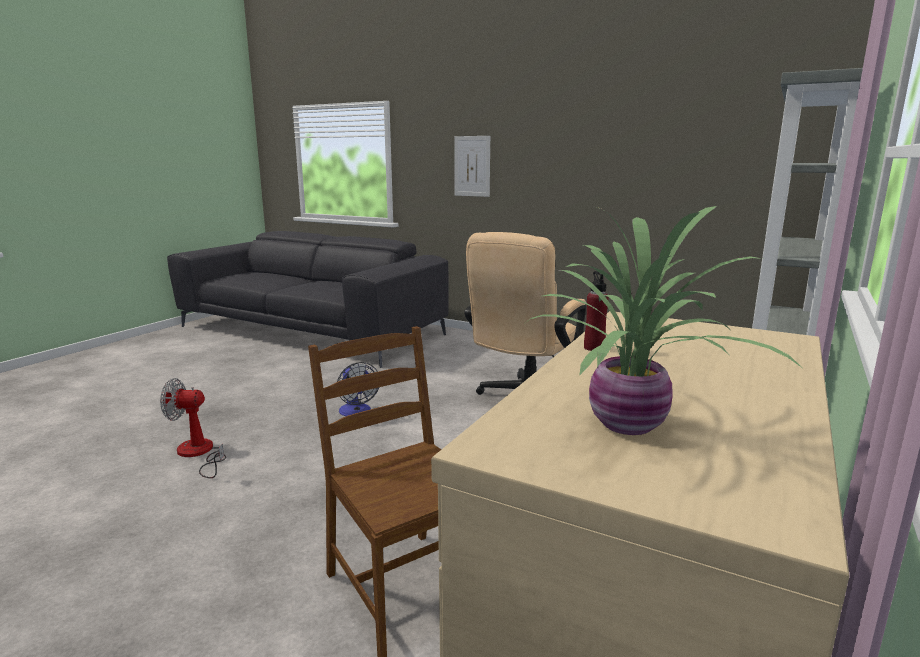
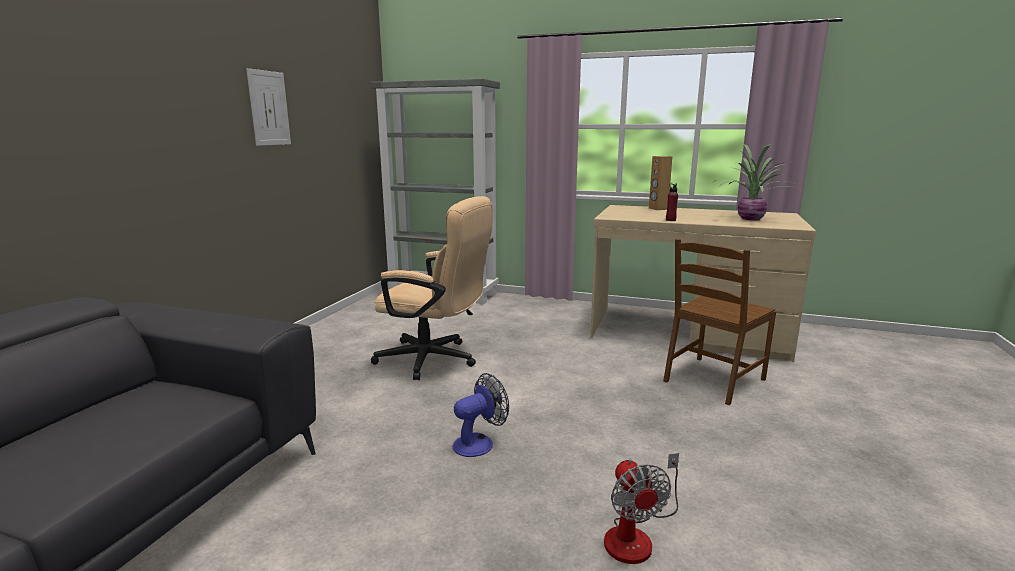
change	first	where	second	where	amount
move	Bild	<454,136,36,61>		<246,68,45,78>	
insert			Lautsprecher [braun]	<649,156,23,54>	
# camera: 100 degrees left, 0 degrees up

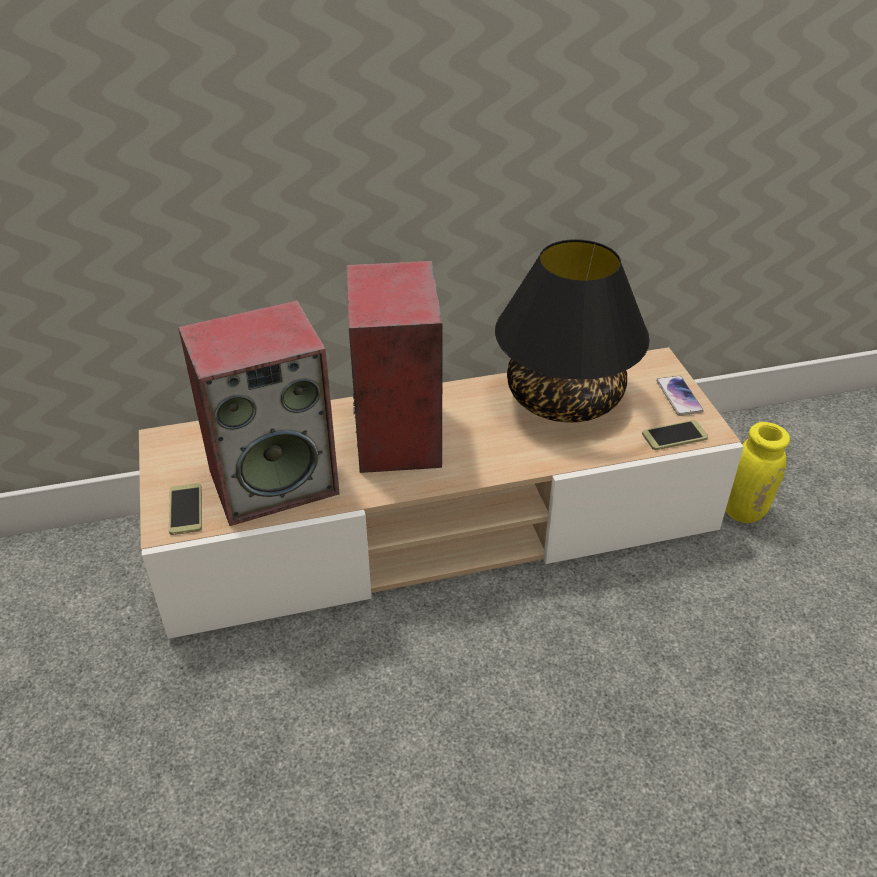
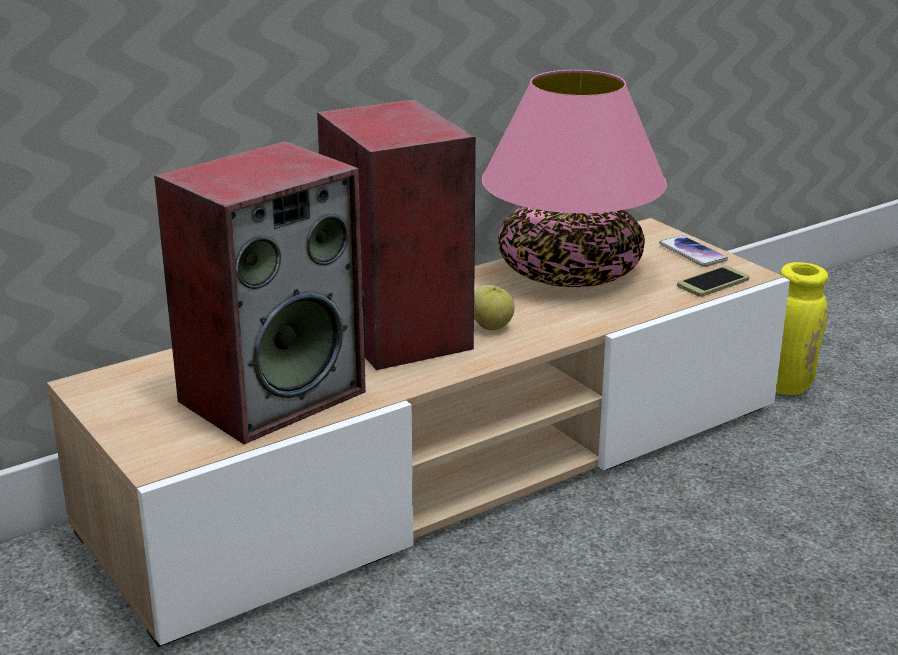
change	first	where	second	where	amount
delete	Handy	<169,483,33,52>			
recolor	Tischlampe [schwarz]	<495,239,155,184>	Tischlampe [rosa]	<481,70,186,217>	
insert			Apfel	<474,285,41,45>	
# camera: 20 degrees left, 15 degrees down

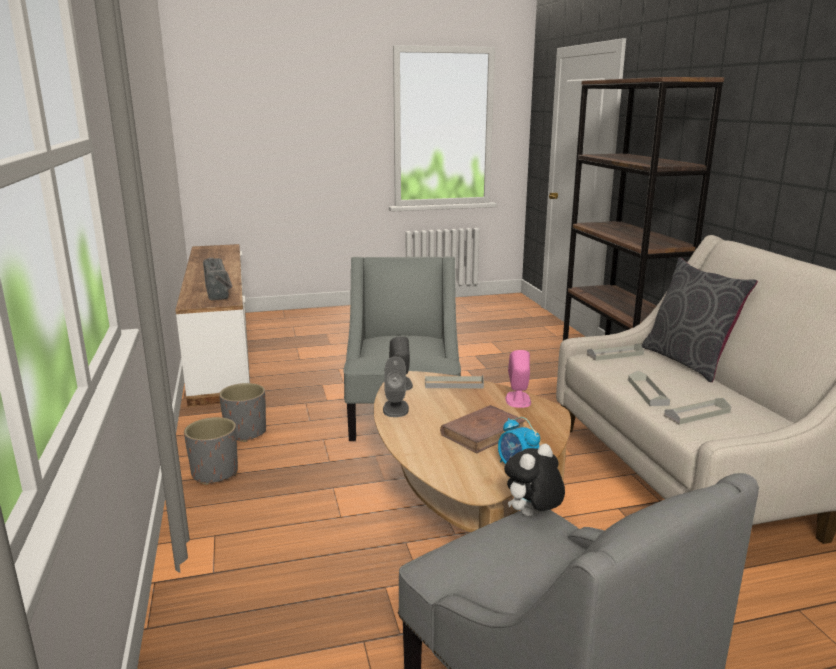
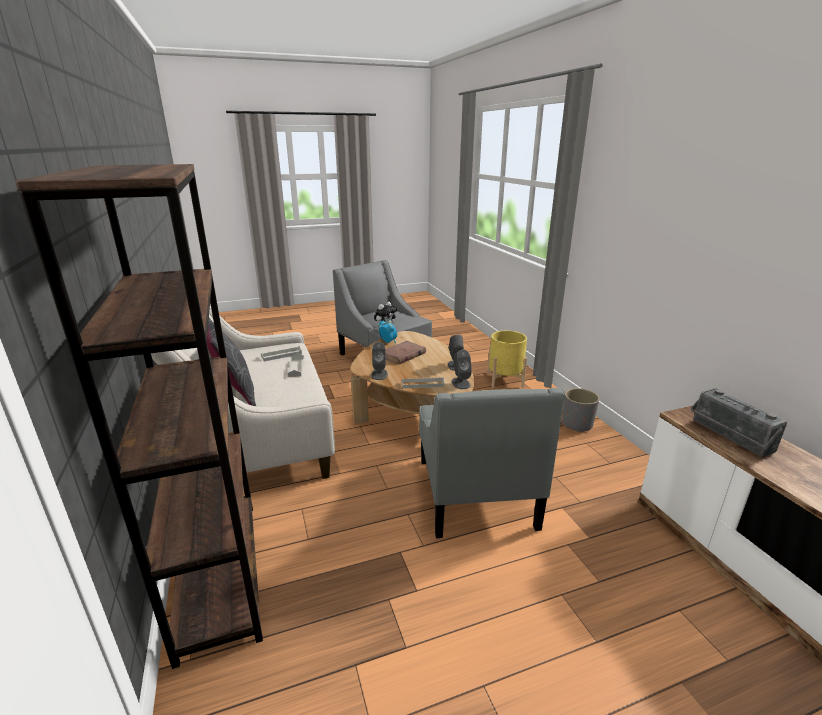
change	first	where	second	where	amount
delete	Pflanzkübel [grau]	<219,383,47,59>			
recolor	Lautsprecher [rosa]	<506,350,25,58>	Lautsprecher [grau]	<372,342,16,38>	
delete	Tablett [grau]	<587,343,57,18>			
insert			Pflanzkübel [gelb]	<487,331,40,57>	
# camera: 175 degrees right, 5 degrees up

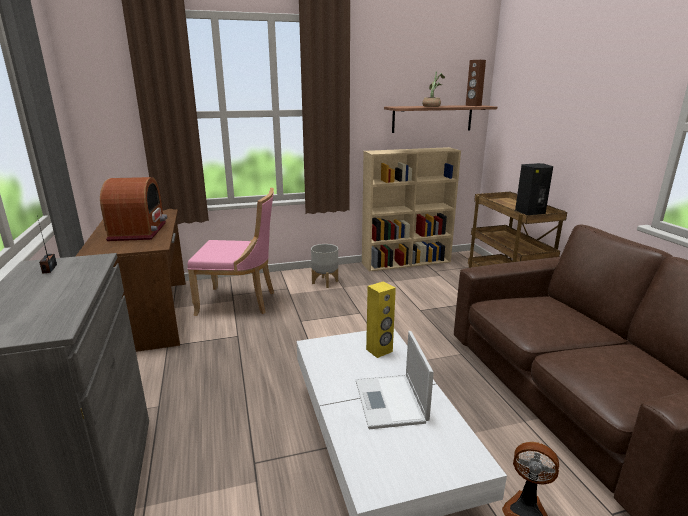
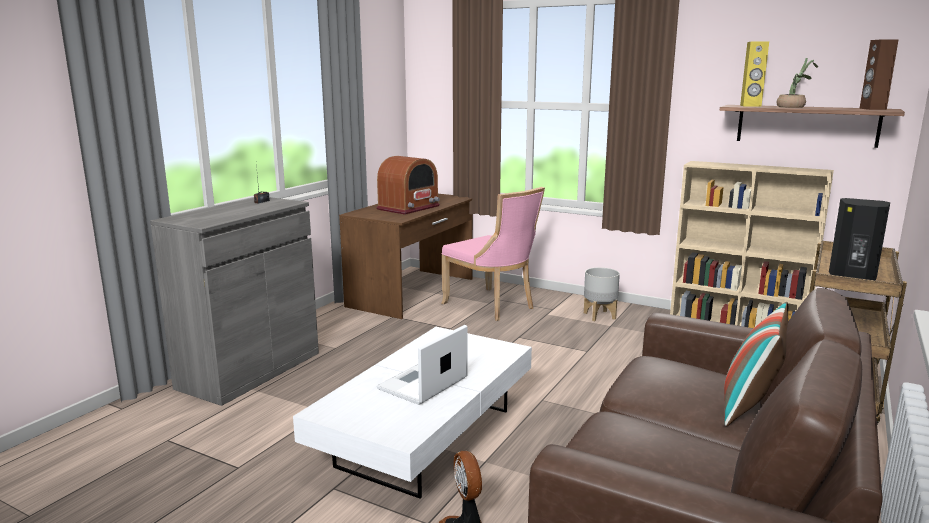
change	first	where	second	where	amount
move	Lautsprecher [gelb]	<366,282,30,76>		<740,41,29,66>	
insert			Kissen	<724,302,65,124>	
# camera: 45 degrees right, 5 degrees down

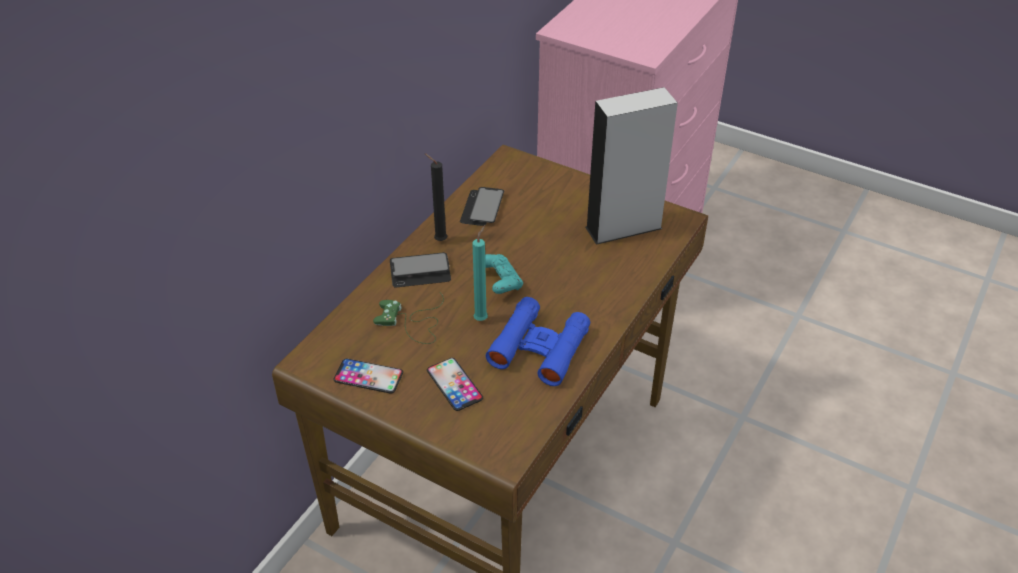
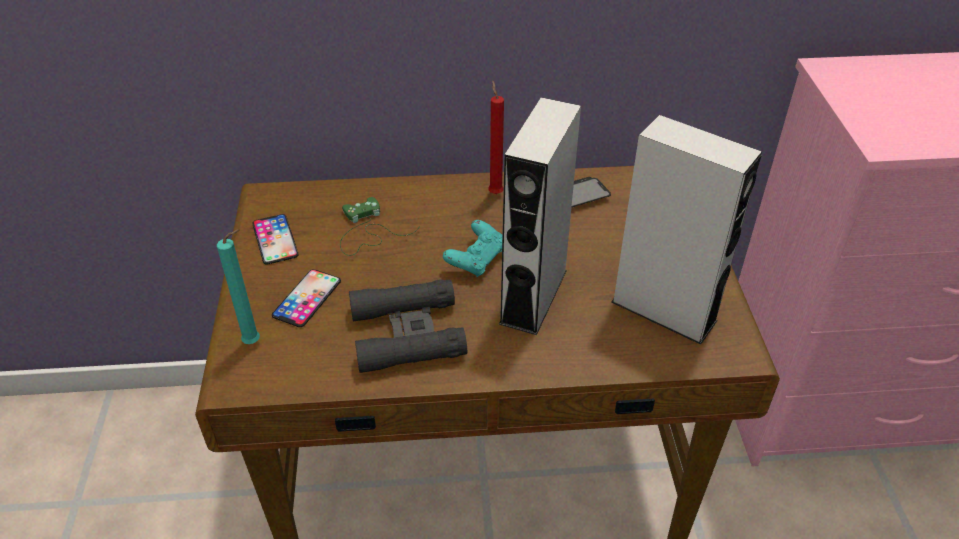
change	first	where	second	where	amount
delete	Handy	<390,252,61,36>			
recolor	Kerze [schwarz]	<425,153,22,88>	Kerze [rot]	<488,81,16,113>	
move	Kerze [türkis]	<472,226,16,95>		<217,229,43,115>	
recolor	Fernglas [blau]	<486,297,104,89>	Fernglas [schwarz]	<349,279,118,94>	
insert			Lautsprecher [grau]	<499,97,82,238>	
# camera: 55 degrees right, 0 degrees up

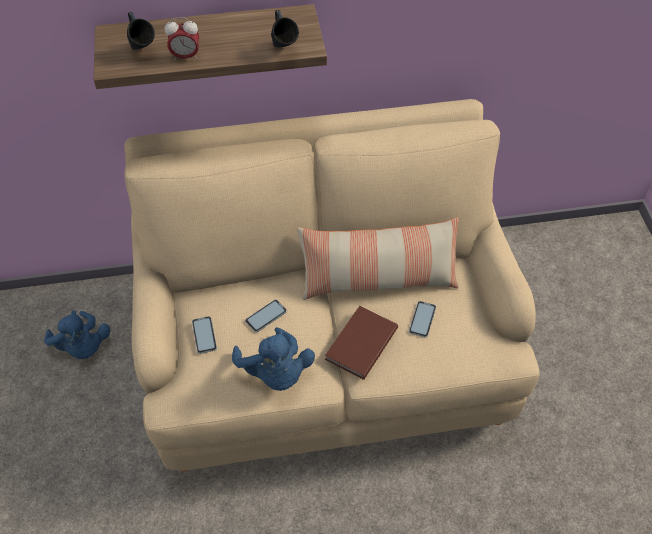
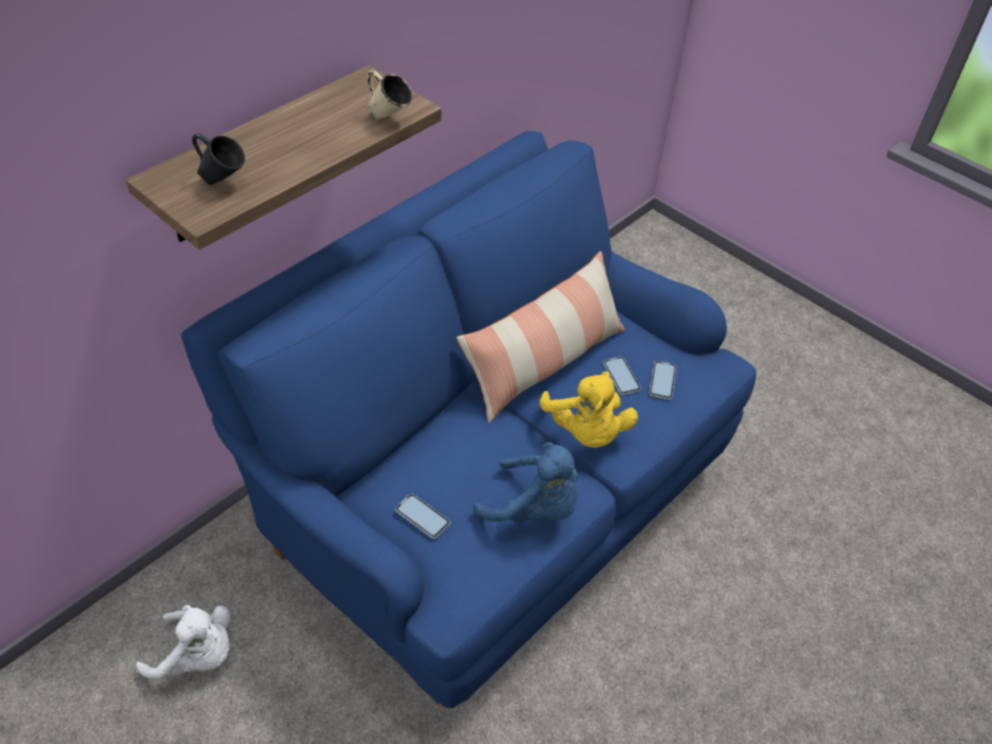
change	first	where	second	where	amount
recolor	Plüschtier [blau]	<44,310,66,49>	Plüschtier [weiß]	<136,605,94,74>	
recolor	Sofa [beige]	<124,99,416,373>	Sofa [blau]	<181,131,575,577>	
delete	Wecker	<164,17,35,44>			
move	Handy	<245,300,42,32>		<649,361,28,39>	
recolor	Henkelbecher [blau]	<271,10,28,37>	Henkelbecher [beige]	<367,70,45,50>	
replace	Buch [braun]	<325,306,73,74>	Plüschtier [gelb]	<539,371,99,77>	
# camera: 40 degrees left, 5 degrees down

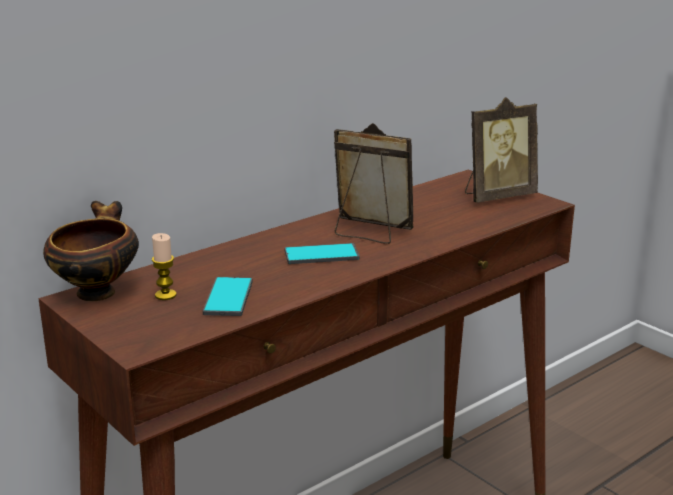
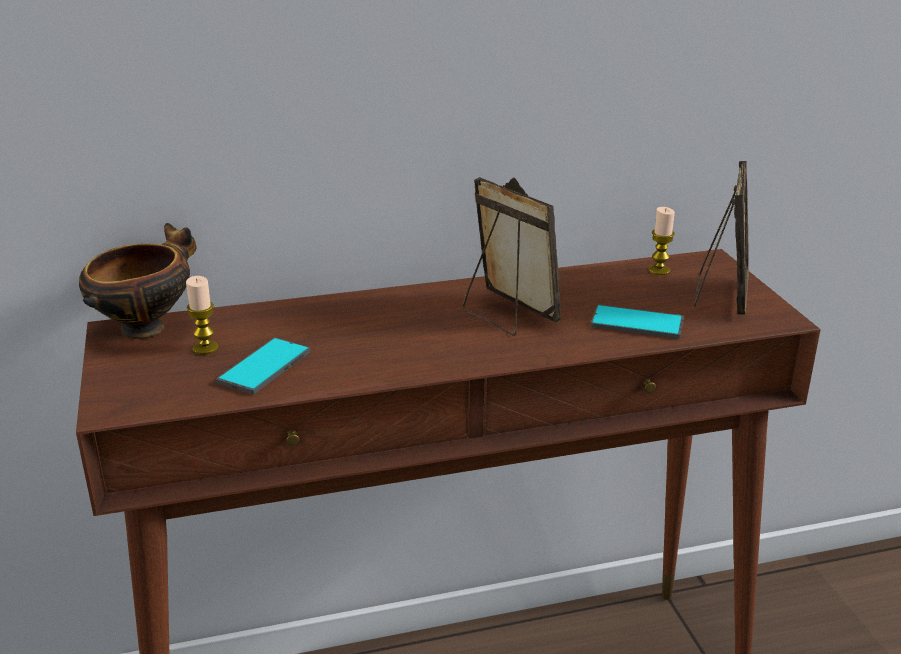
change	first	where	second	where	amount
move	Handy	<285,243,75,21>		<591,305,93,34>	
rotate	Bilderrahmen	<465,97,73,106>		<694,161,55,154>	75 degrees counterclockwise
insert			Kerze	<648,207,27,68>	
# camera: 25 degrees right, 5 degrees up

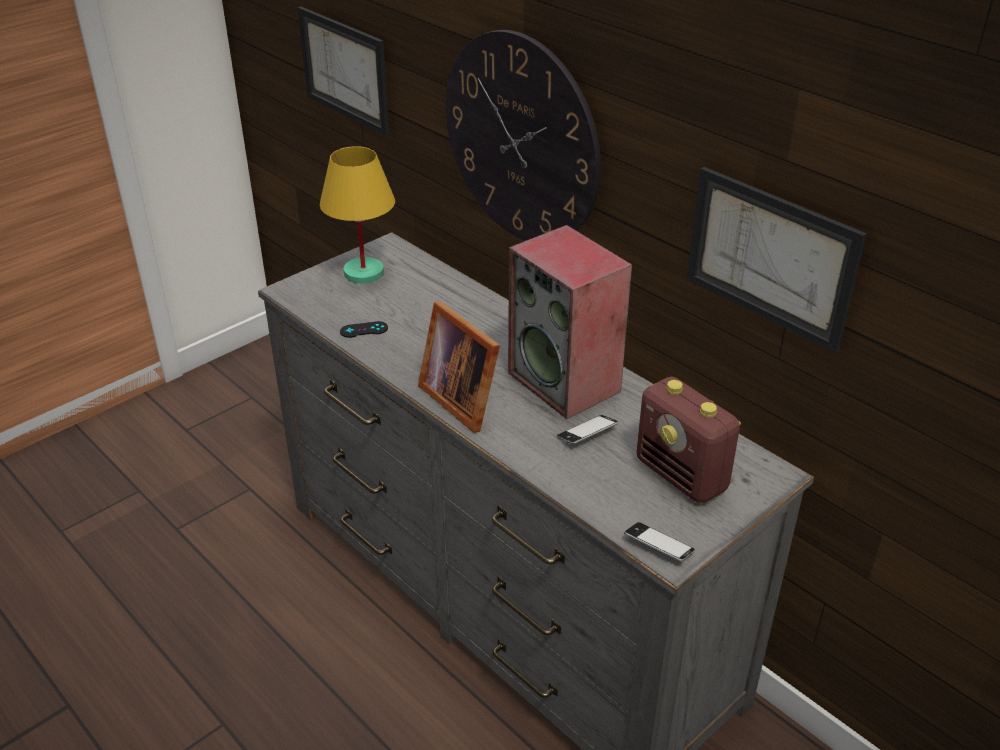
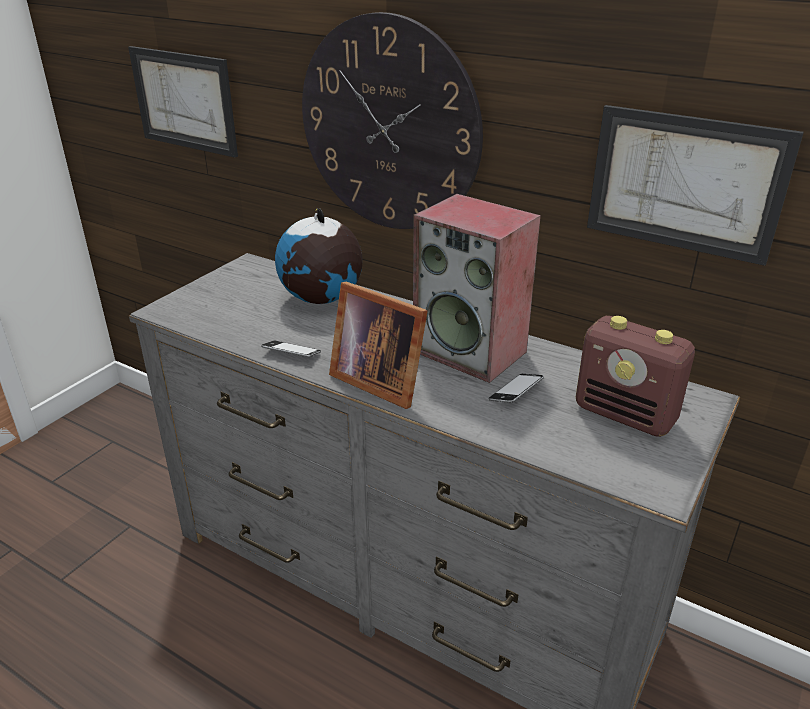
change	first	where	second	where	amount
delete	Tischlampe [gelb]	<320,146,75,138>			
delete	Gamepad [schwarz]	<340,321,48,17>			
move	Handy	<624,522,71,40>		<261,341,60,16>	
insert			Globus	<275,208,88,96>	
# camera: 15 degrees left, 5 degrees down

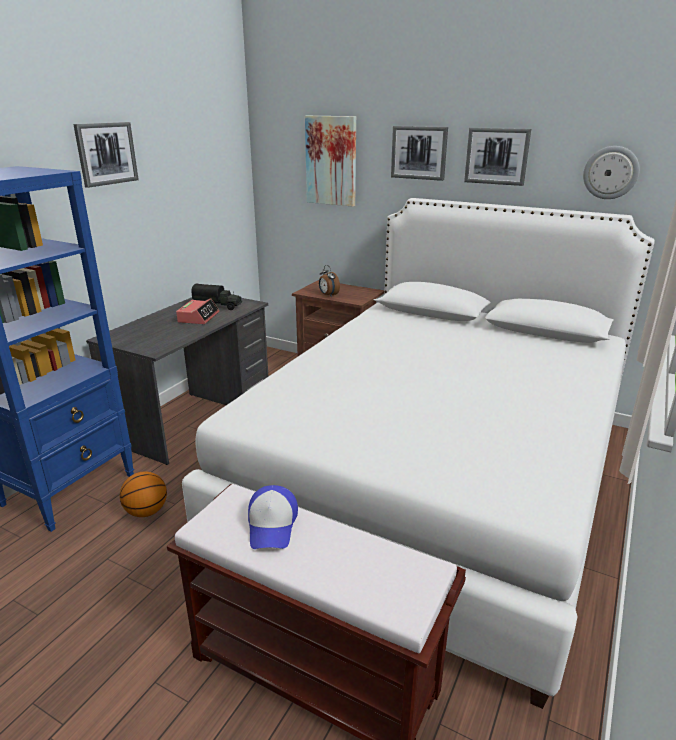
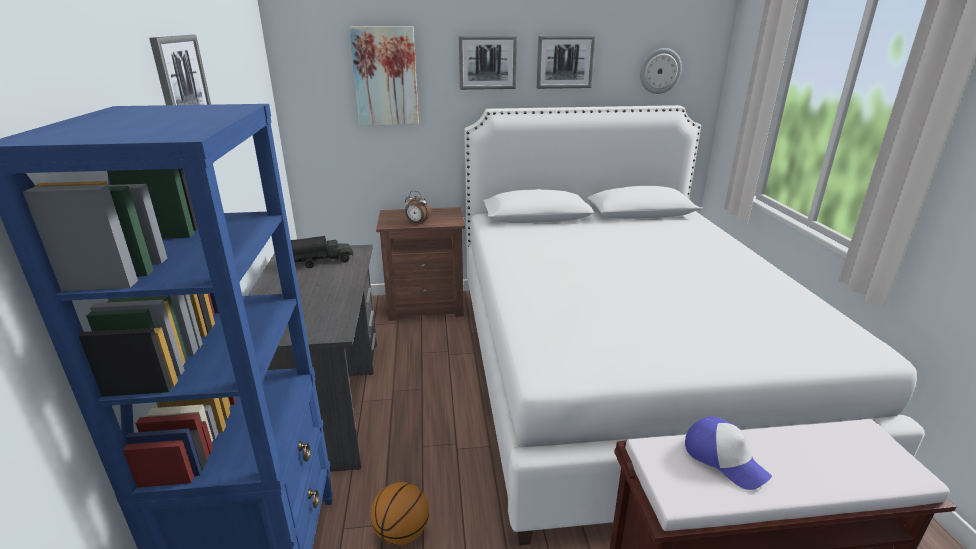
change	first	where	second	where	amount
delete	Wecker	<176,298,43,26>			
# camera: 35 degrees left, 0 degrees up

